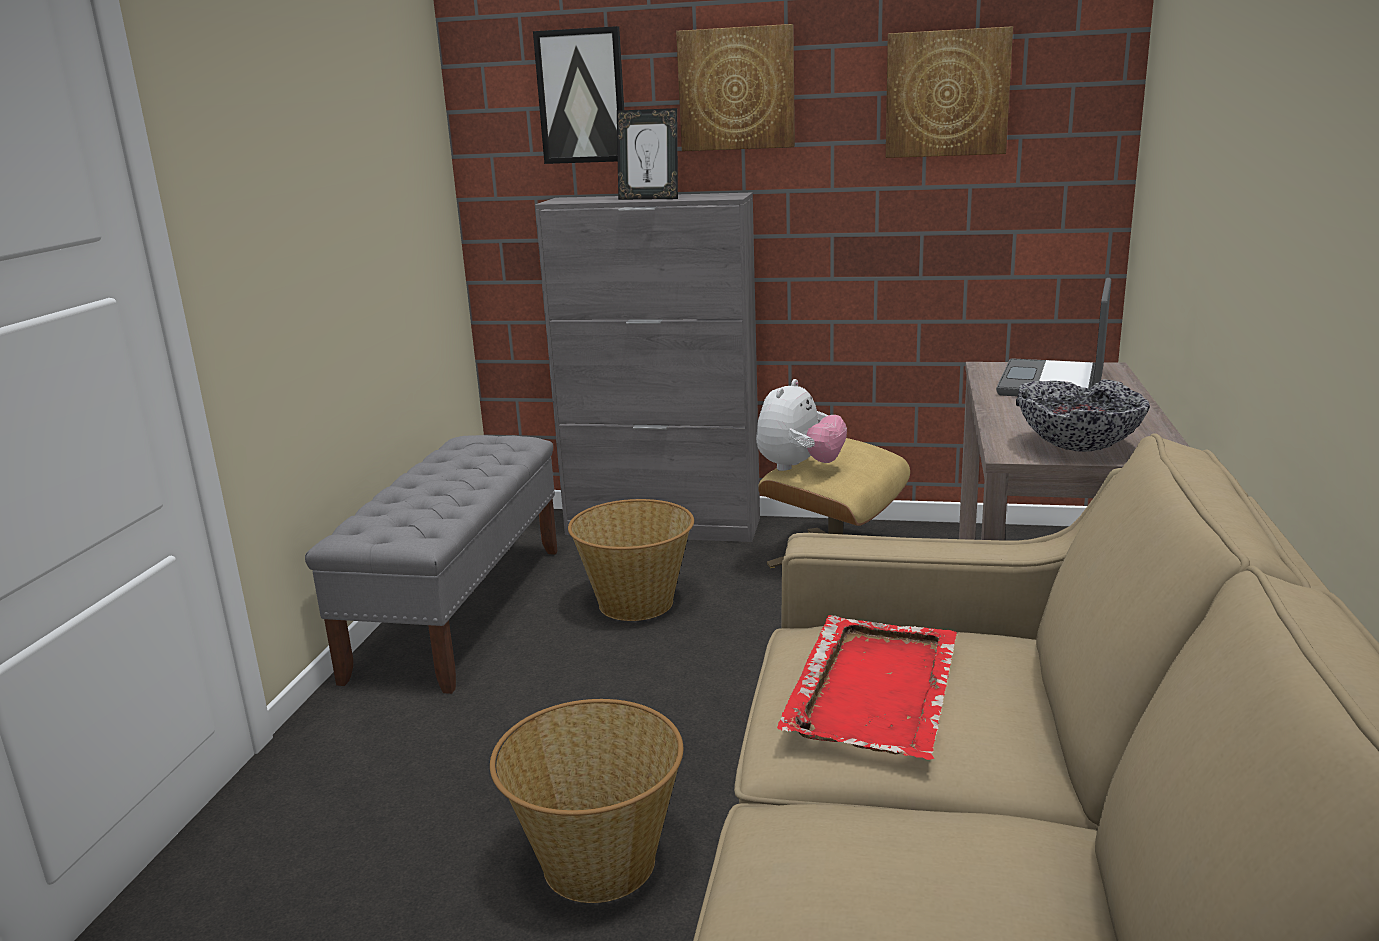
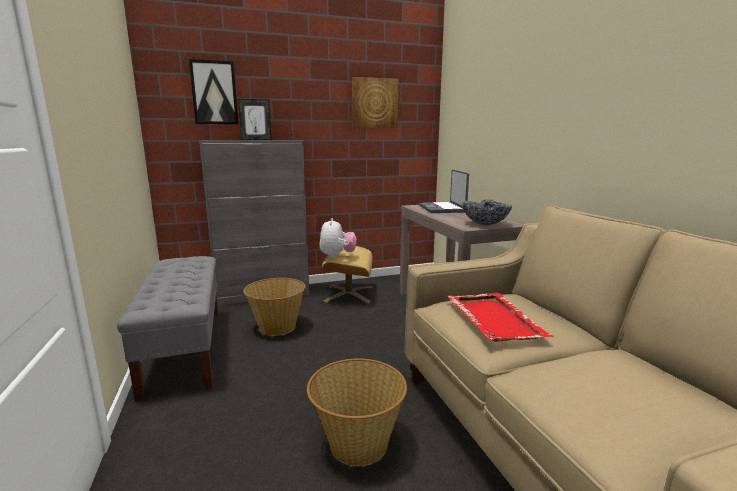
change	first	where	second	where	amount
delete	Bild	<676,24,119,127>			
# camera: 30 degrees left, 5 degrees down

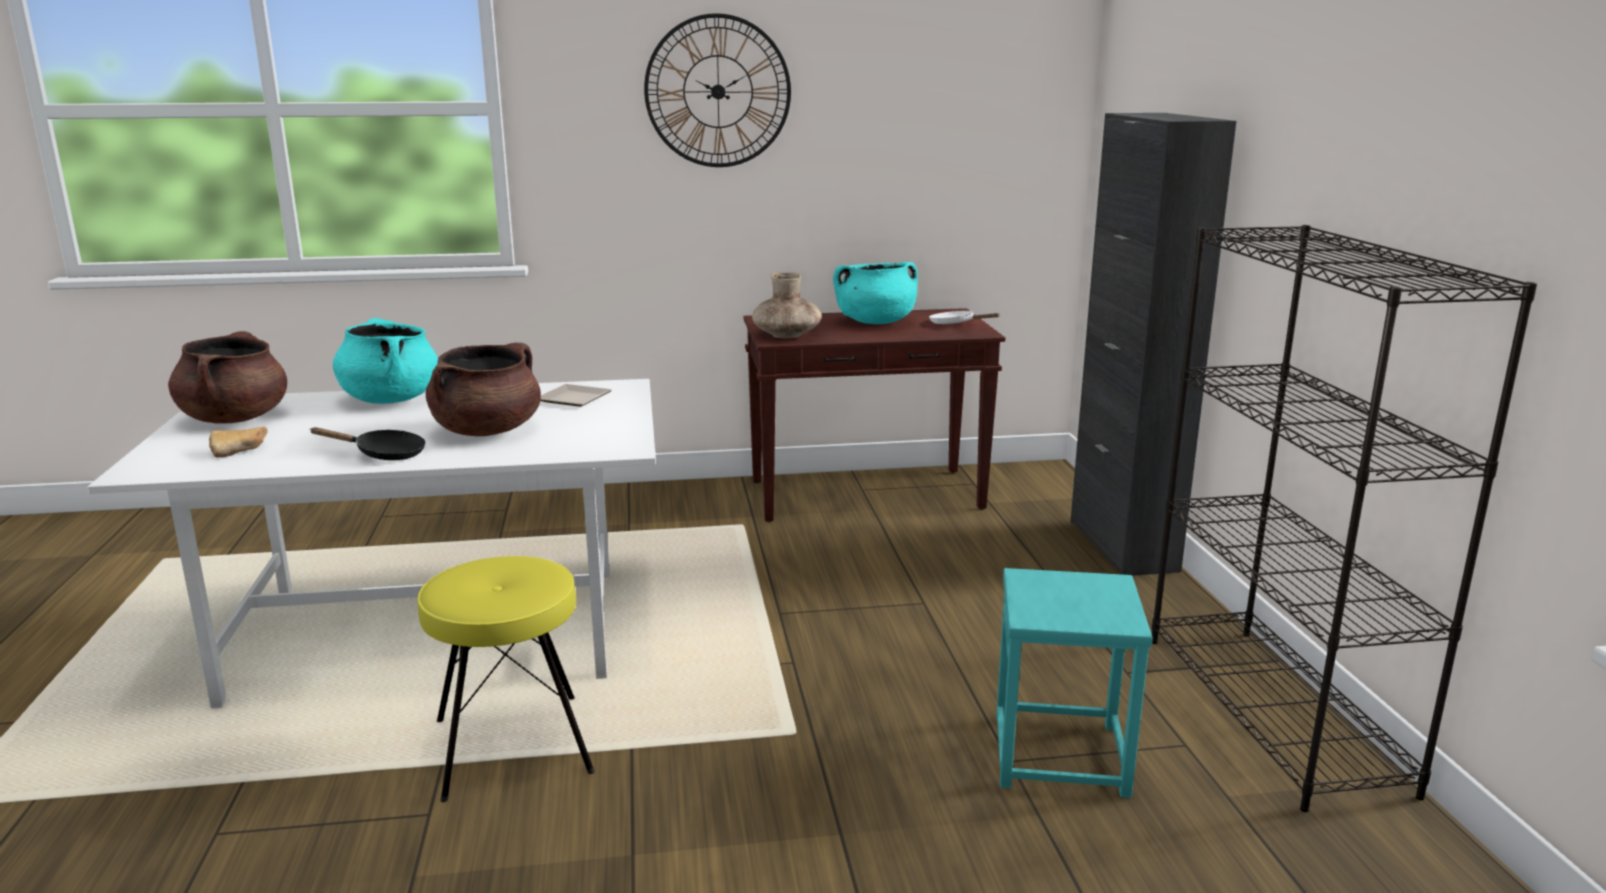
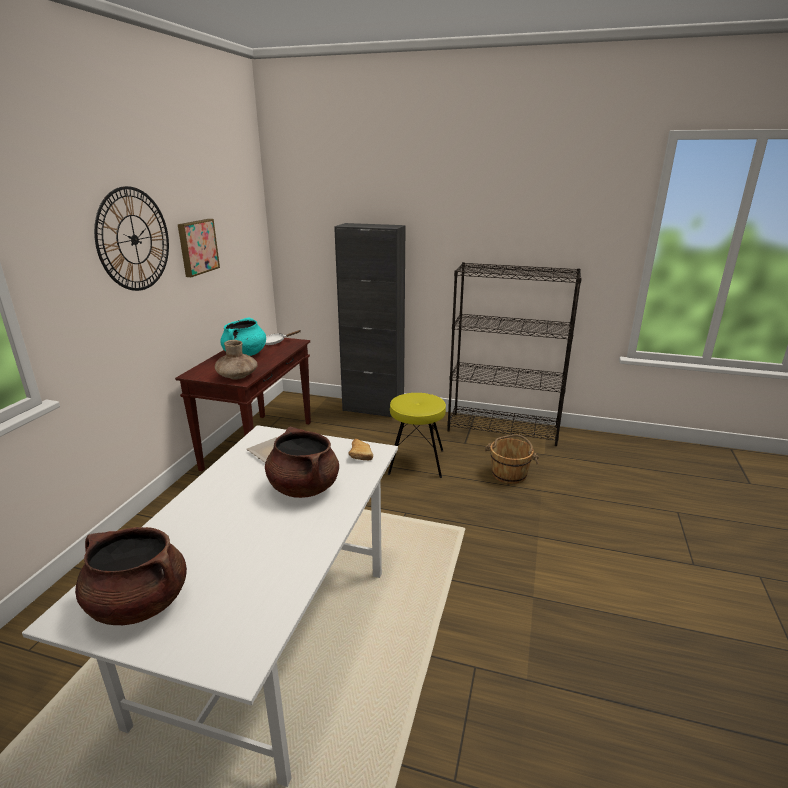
change	first	where	second	where	amount
move	Brot	<209,427,59,31>		<348,439,25,21>	
delete	Pfanne [schwarz]	<309,427,116,33>			
delete	Kochtopf [türkis]	<333,318,105,86>			
move	Hocker [gelb]	<418,556,177,246>		<388,393,58,85>	
replace	Hocker [türkis]	<996,568,157,230>	Eimer [braun]	<485,434,54,50>	
insert			Bild	<178,219,42,58>	
# camera: 65 degrees left, 5 degrees up

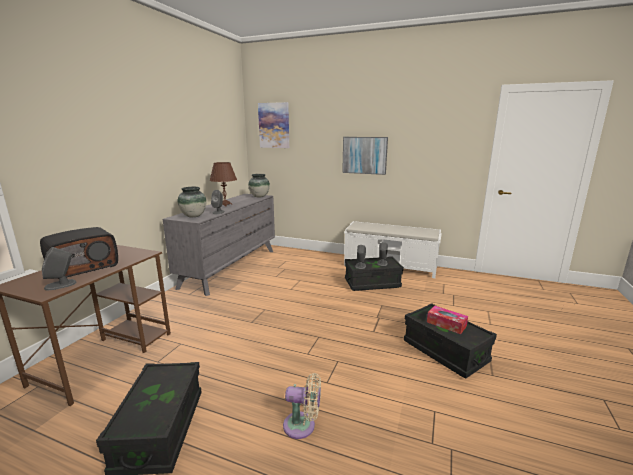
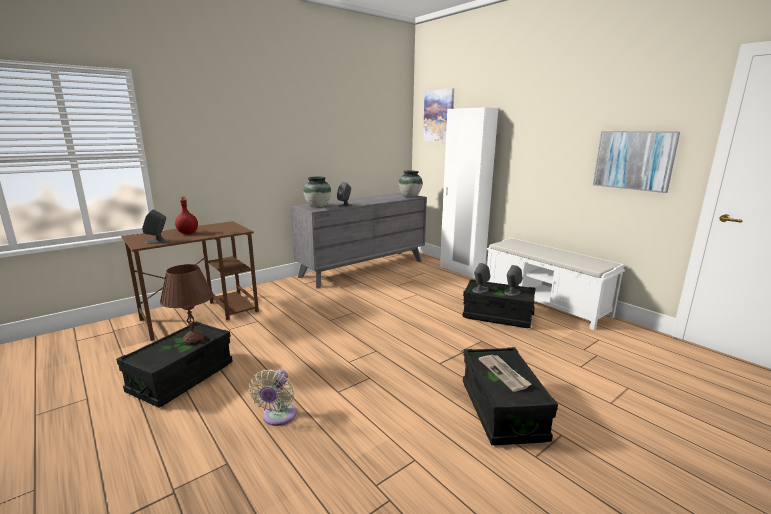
change	first	where	second	where	amount
replace	Radio	<40,227,78,52>	Flasche [rot]	<175,197,23,37>	
move	Tischlampe [braun]	<210,162,27,45>		<160,264,54,82>	
rotate	Ventilator [beige]	<283,373,38,66>		<249,369,48,57>	60 degrees clockwise
move	Bild	<342,137,46,38>		<593,131,87,62>	
replace	Taschentuchbox	<427,306,41,28>	Zeitung	<479,355,52,37>	
insert			Kleiderschrank [weiß]	<440,107,58,171>	
# camera: 30 degrees right, 0 degrees up

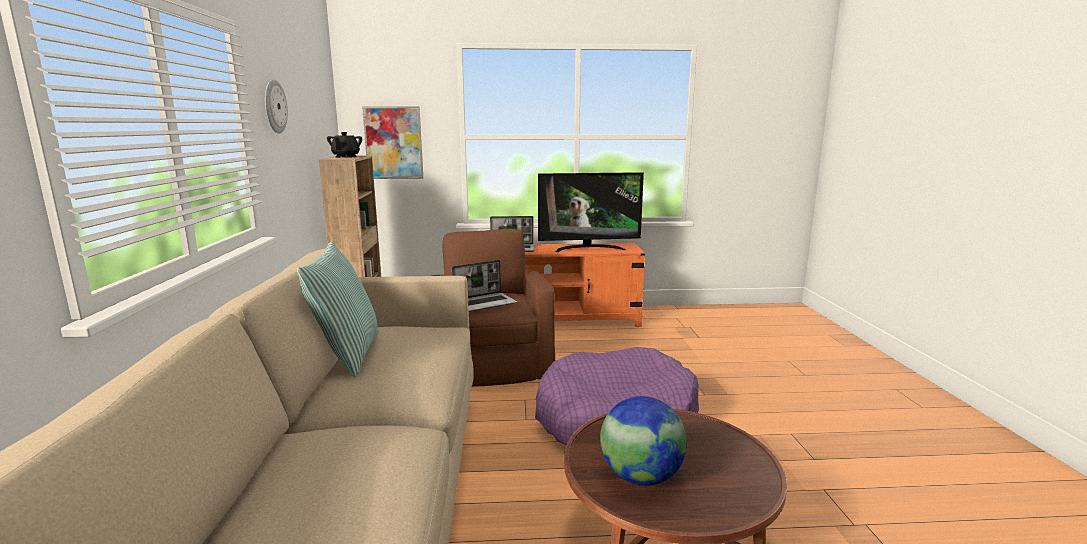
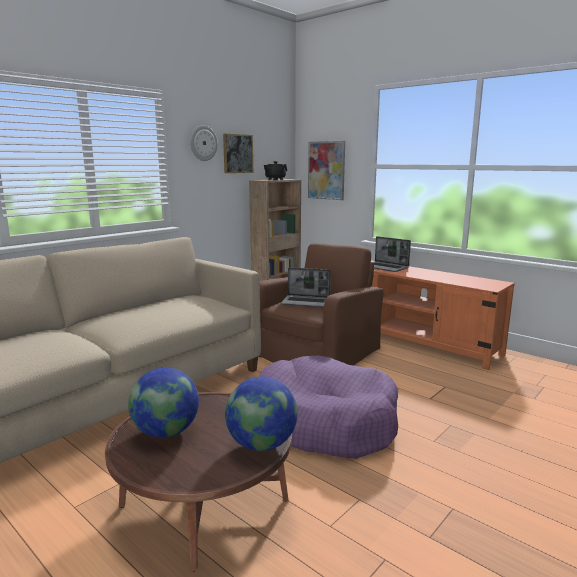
change	first	where	second	where	amount
delete	Kissen	<296,241,83,137>			
delete	Fernseher	<538,172,106,80>			
insert			Bild	<223,134,30,39>	
insert			Globus	<225,377,72,74>	
# camera: 45 degrees right, 0 degrees up

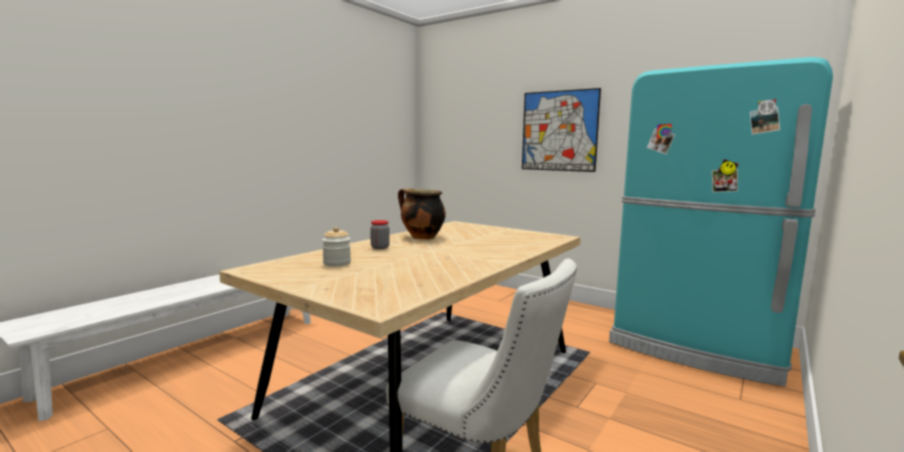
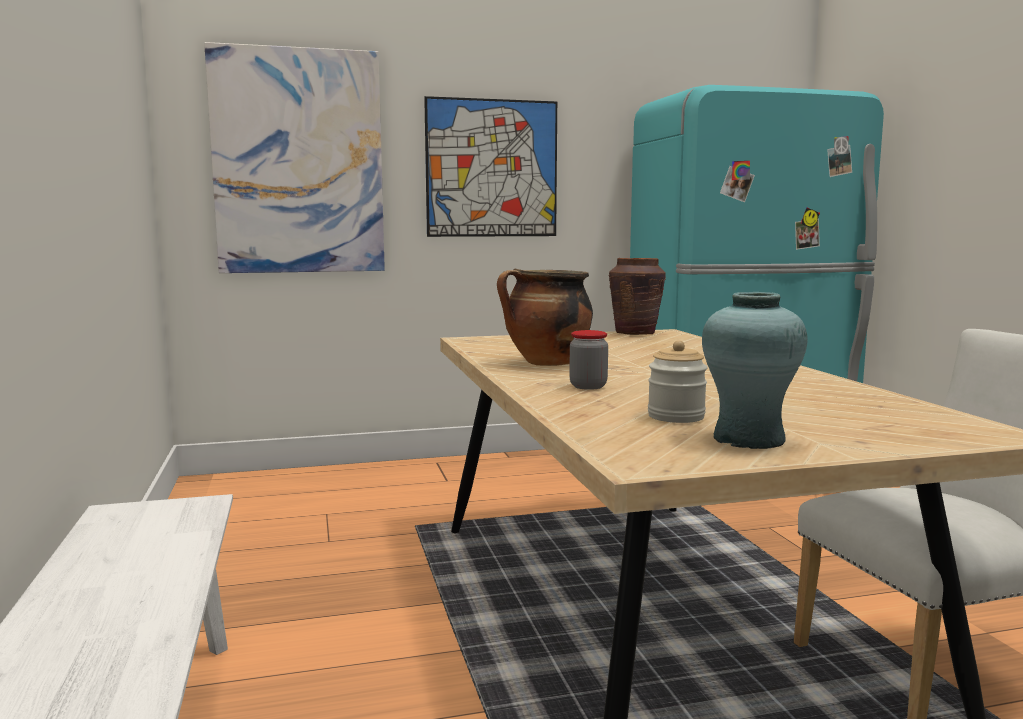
change	first	where	second	where	amount
insert			Bild	<204,42,181,231>	
insert			Vase [braun]	<609,258,57,77>	
insert			Vase [türkis]	<702,292,106,157>	
# camera: 50 degrees left, 0 degrees up

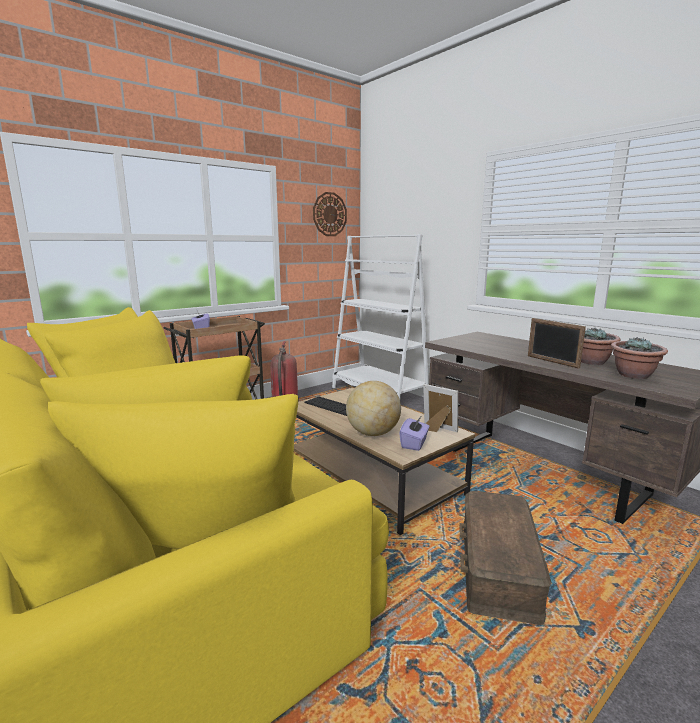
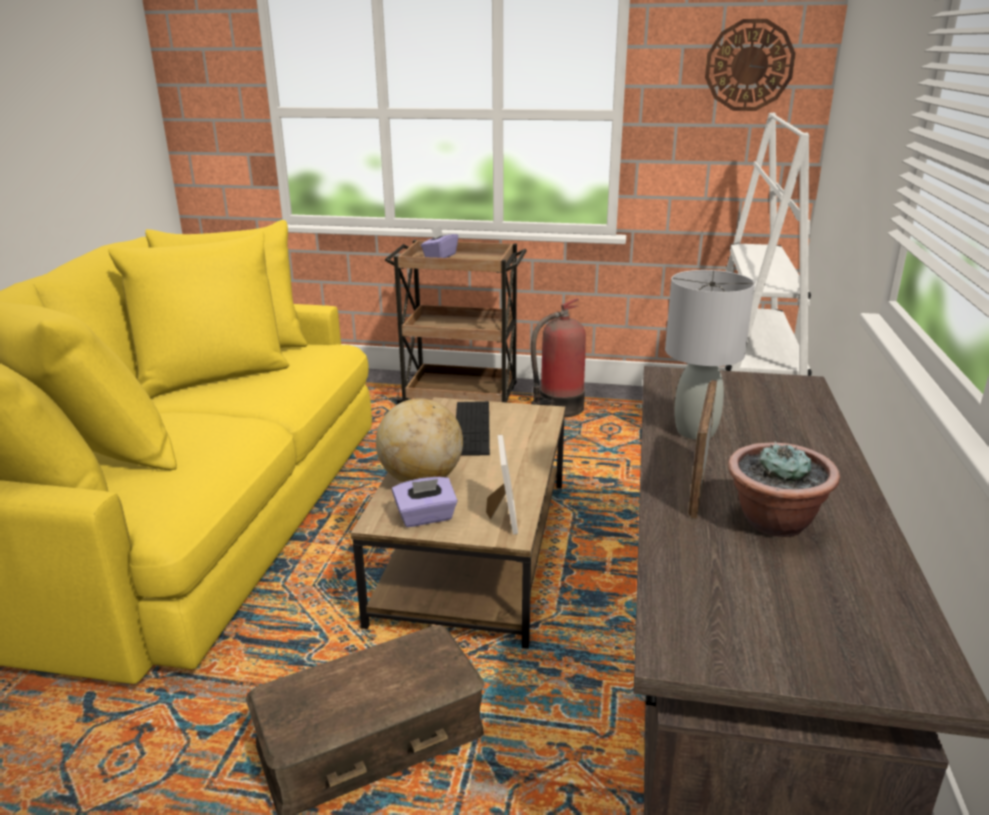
change	first	where	second	where	amount
delete	Topfpflanze	<611,337,57,42>			
insert			Tischlampe [grau]	<665,270,90,170>	
# camera: 50 degrees right, 10 degrees up

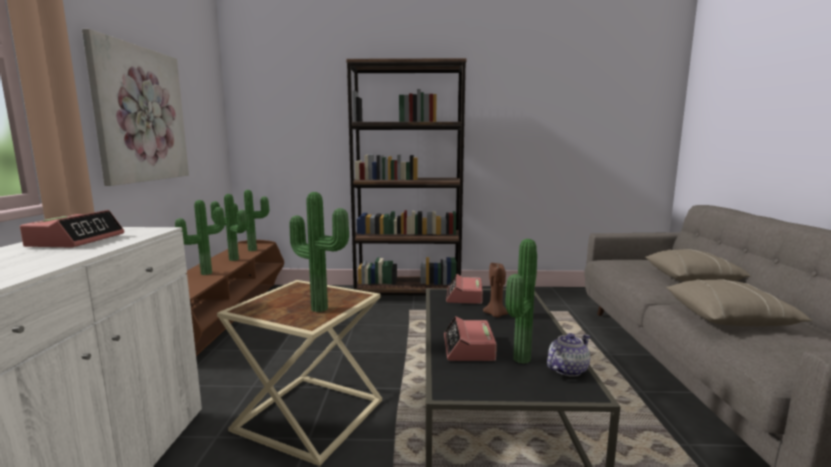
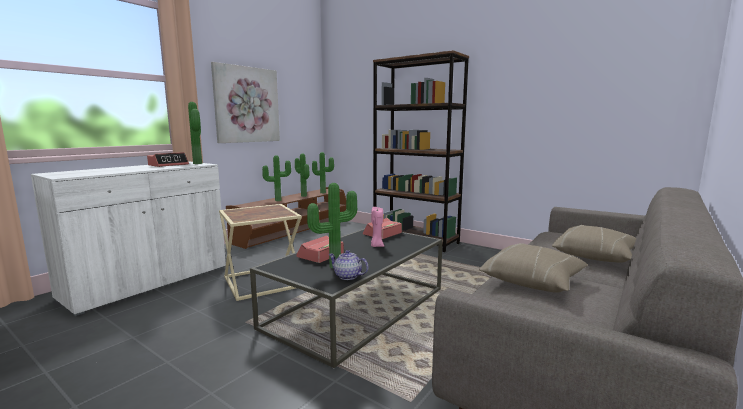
change	first	where	second	where	amount
move	Topfpflanze	<290,192,59,120>		<188,102,14,62>	
recolor	Kerze [braun]	<483,263,25,54>	Kerze [rosa]	<371,207,13,40>	
rotate	Teekanne	<547,333,43,44>		<328,250,41,30>	150 degrees counterclockwise
# camera: 35 degrees right, 0 degrees up

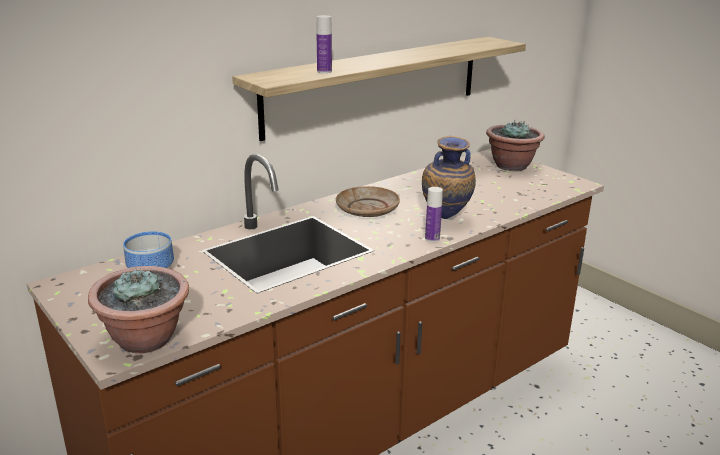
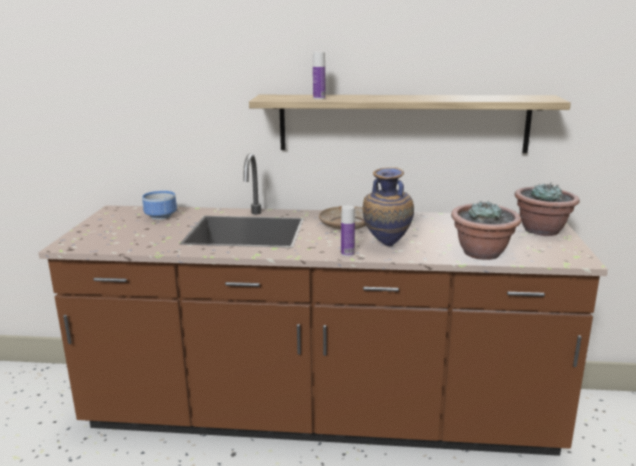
change	first	where	second	where	amount
move	Topfpflanze	<88,266,101,88>		<451,200,70,60>	
# camera: 45 degrees right, 5 degrees down

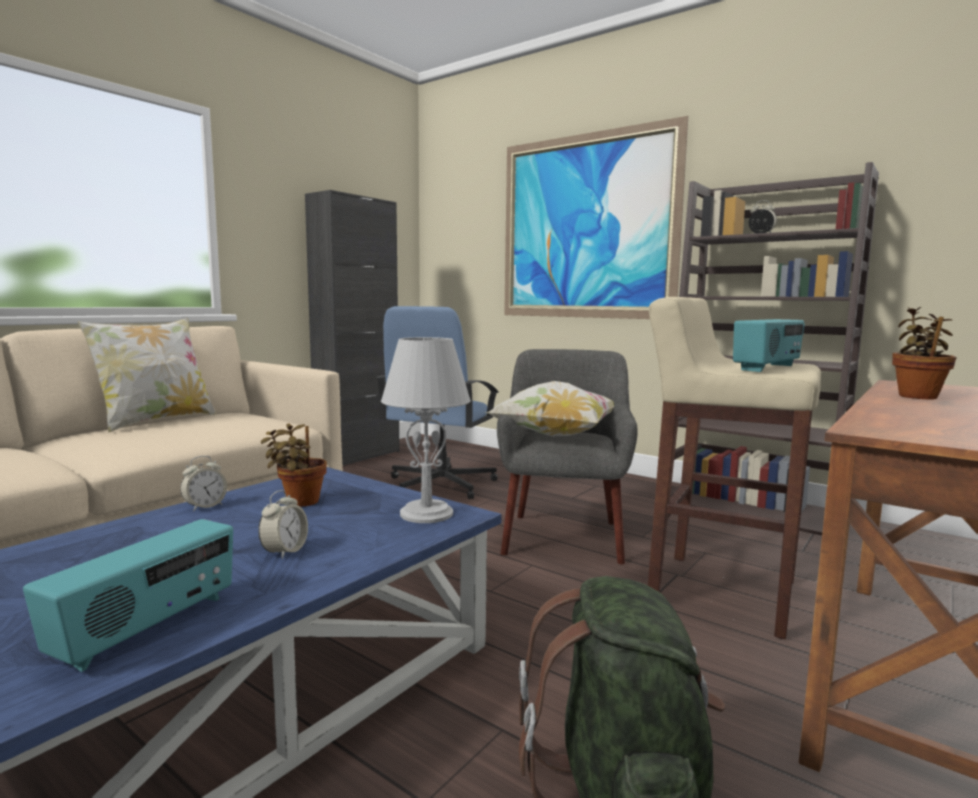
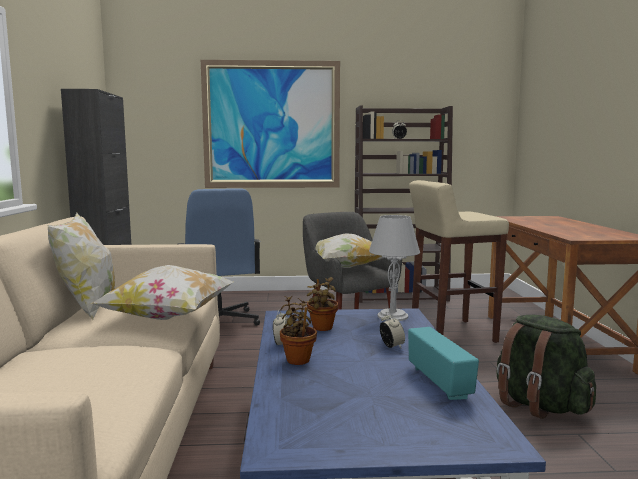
change	first	where	second	where	amount
delete	Radio	<733,319,72,53>			
move	Topfpflanze	<892,307,64,92>		<280,296,37,69>	
insert			Kissen	<91,265,142,55>	
# camera: 40 degrees left, 0 degrees up

